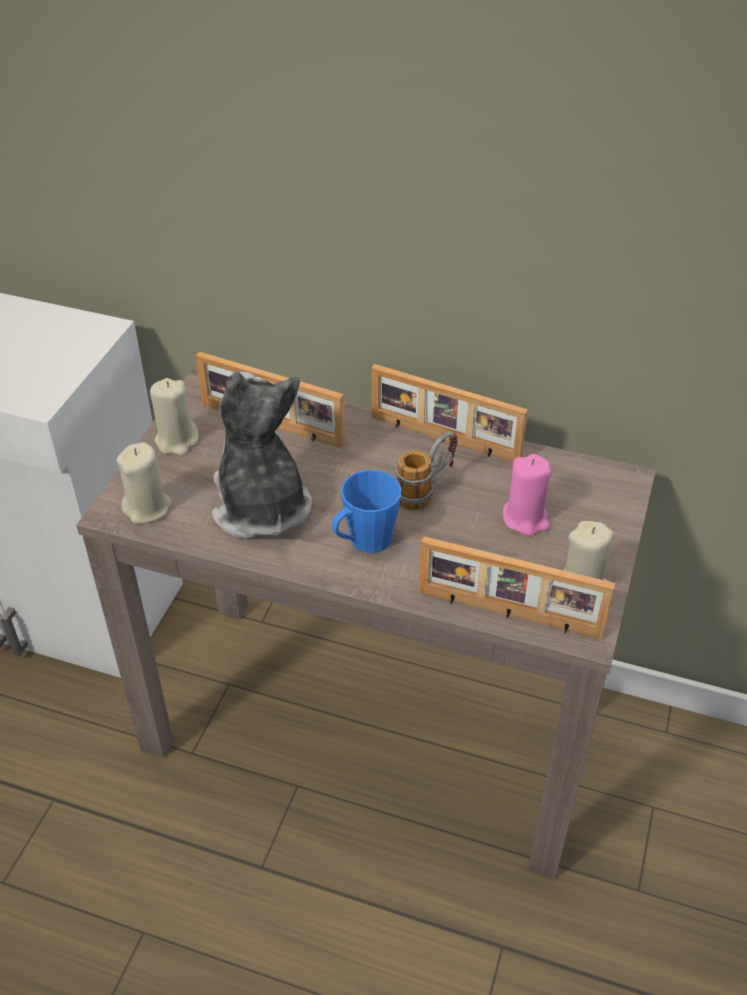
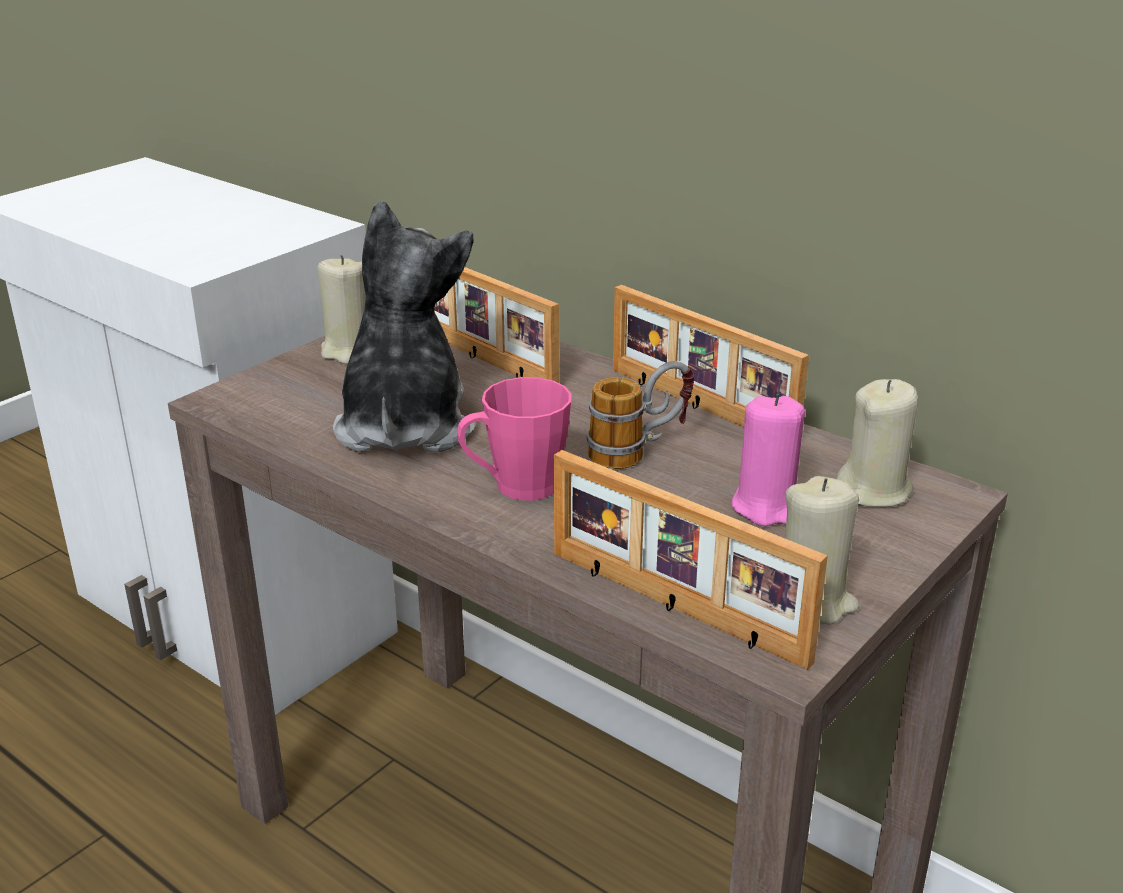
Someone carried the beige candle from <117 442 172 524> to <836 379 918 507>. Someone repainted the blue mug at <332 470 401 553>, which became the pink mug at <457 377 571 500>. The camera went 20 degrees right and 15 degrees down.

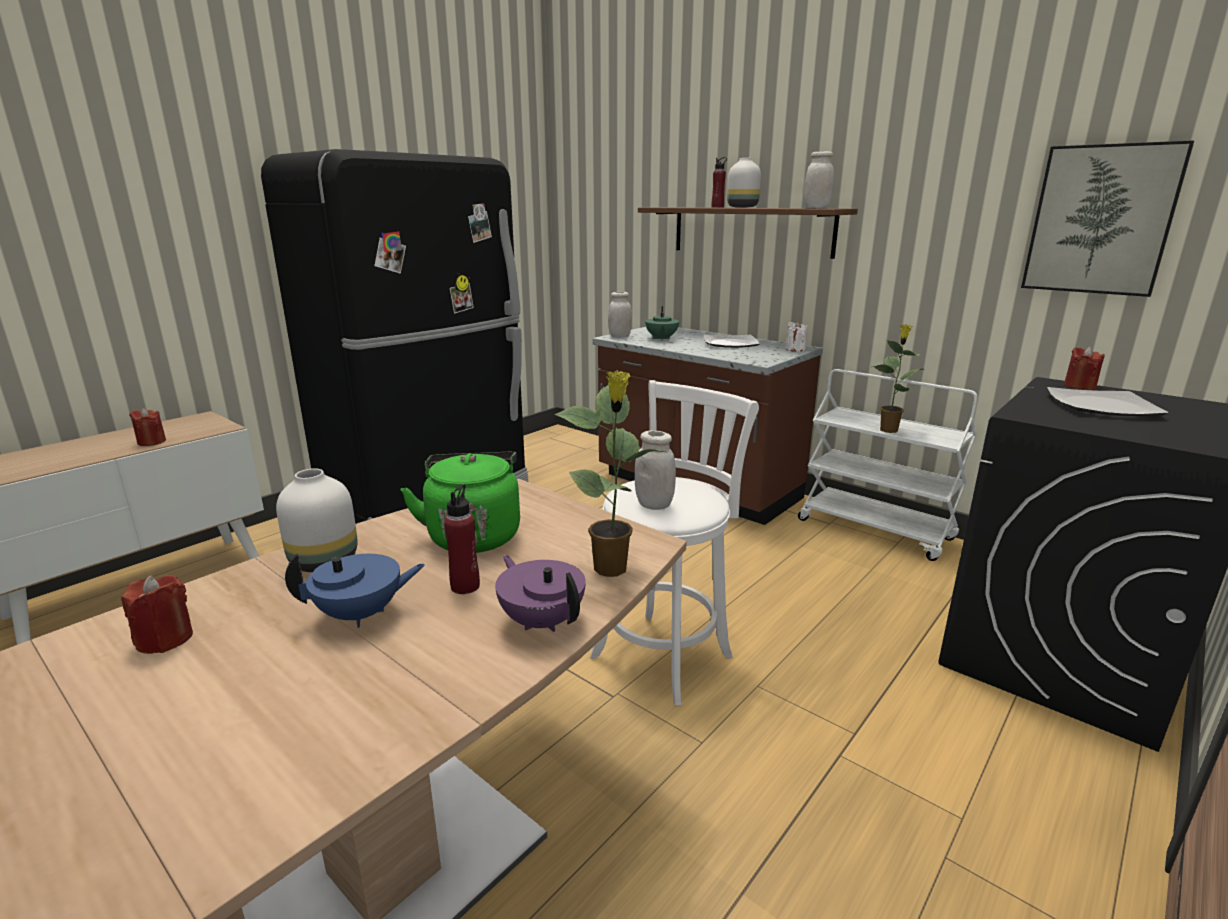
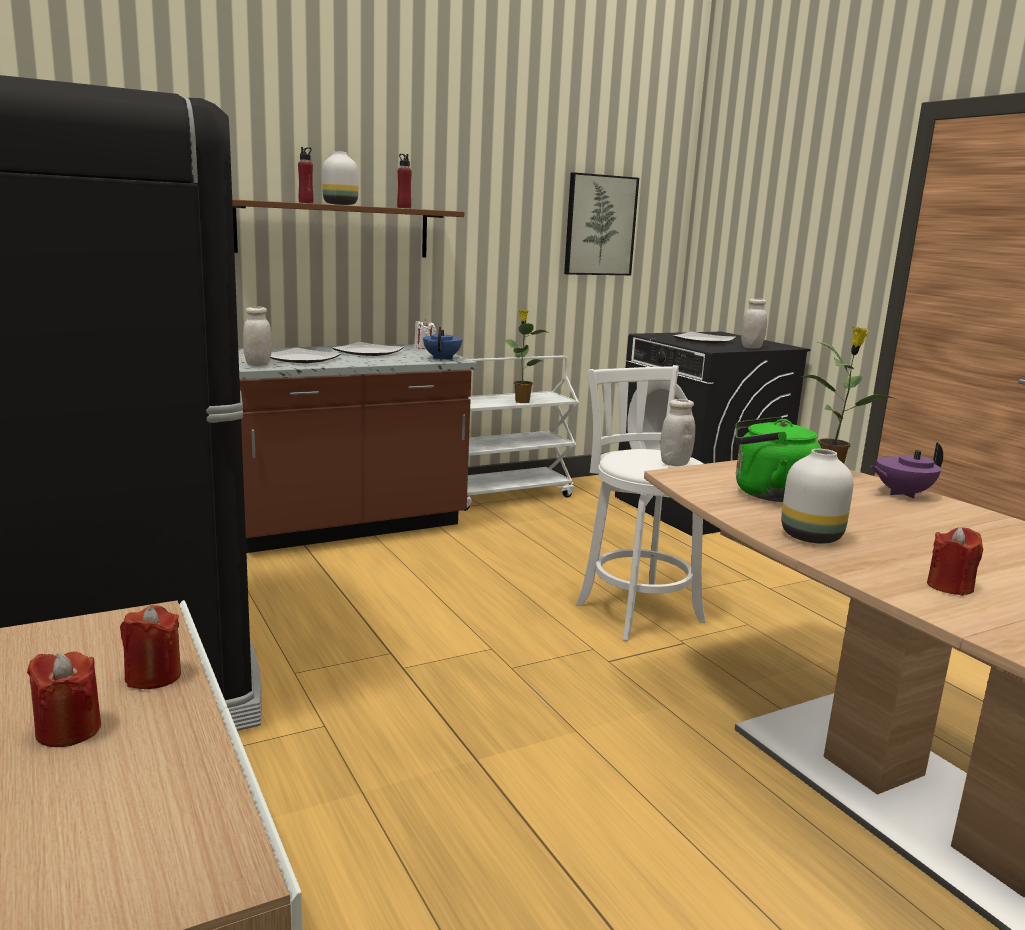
Someone carried the blue teapot from <285 553 425 628> to <423 327 462 360>. Someone carried the red bottle from <444 484 480 594> to <397 154 412 208>. Someone carried the white jar from <804 151 834 208> to <741 298 767 349>. Someone carried the red candle from <1064 346 1105 390> to <27 651 101 747>. Someone swapped the green teapot at <645 306 679 340> for the plate at <271 348 342 363>. The camera went 70 degrees left and 5 degrees down.

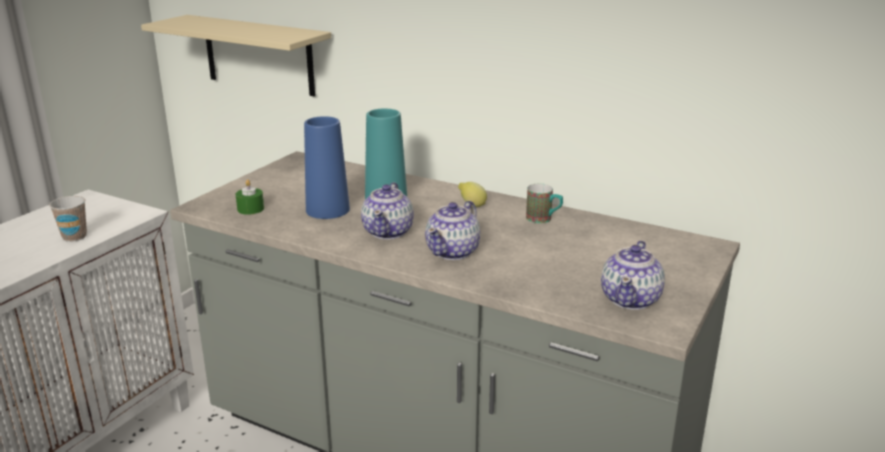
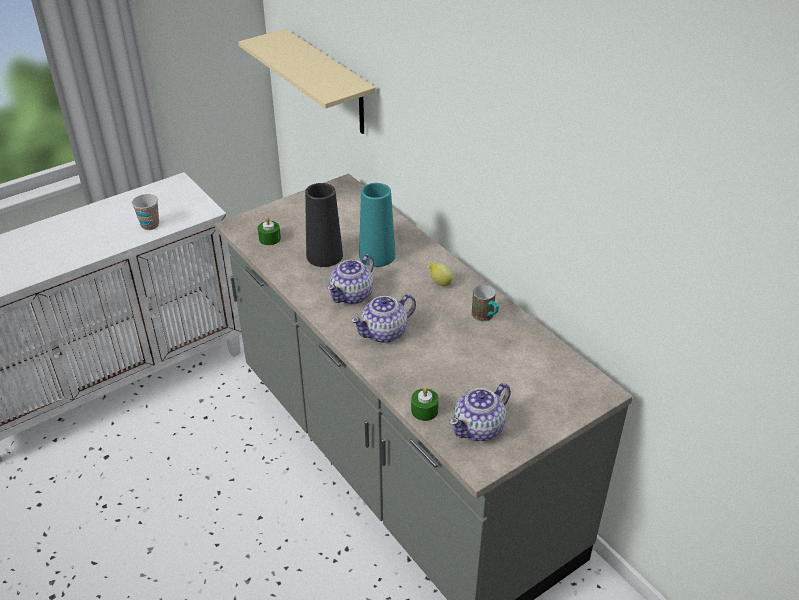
Someone put down the green candle at <411 387 439 421>. Someone repainted the blue vase at <304 116 350 219>, which became the black vase at <305 183 343 267>. The camera went 25 degrees right and 15 degrees up.

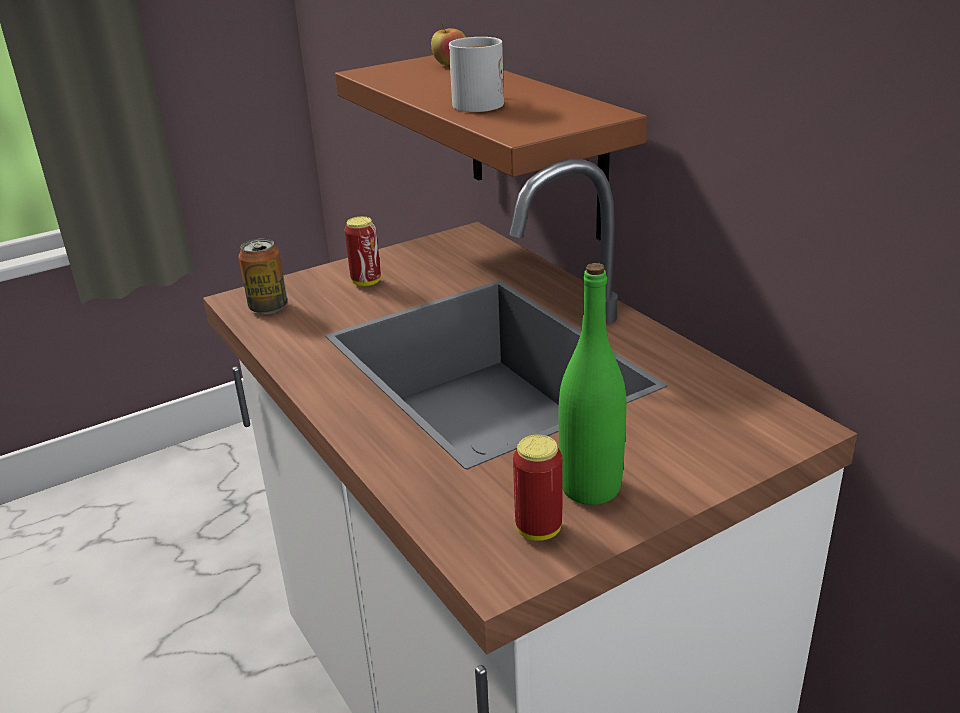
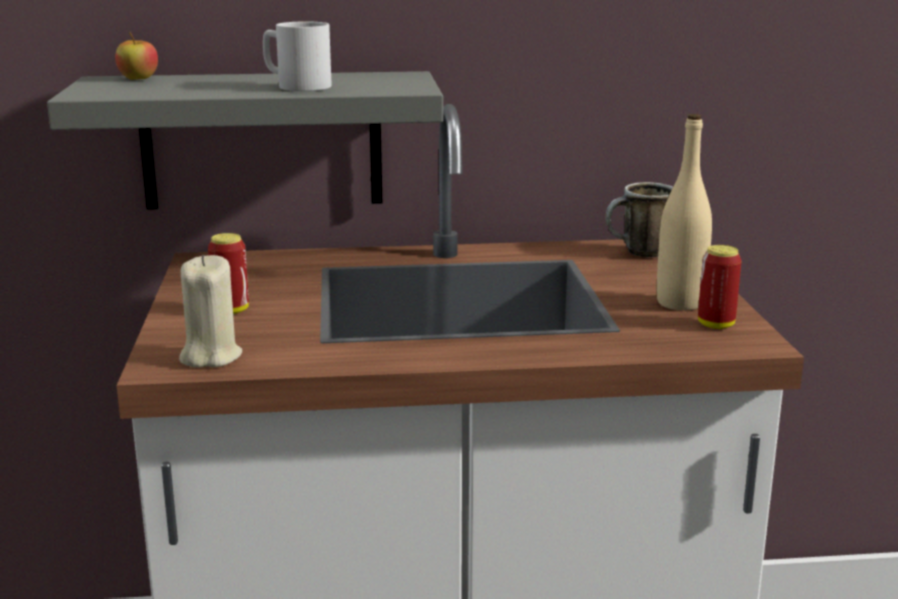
Someone put down the mug at <605 182 673 257>. Someone swapped the can at <239 238 288 314> for the beige candle at <179 255 242 368>. Someone repainted the brown shelf at <335 55 647 241>, which became the grey shelf at <47 71 443 210>. Someone repainted the green bottle at <559 263 626 505>, which became the beige bottle at <657 114 712 311>. The camera went 65 degrees left and 10 degrees down.

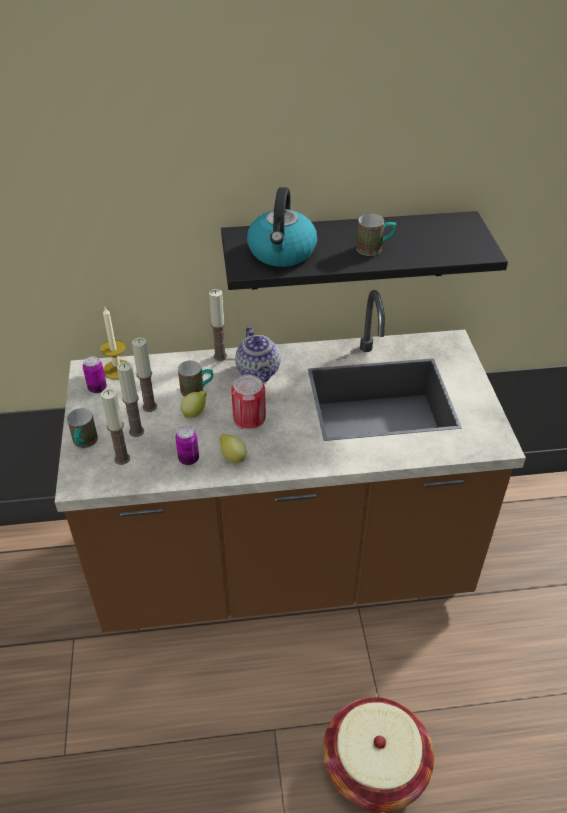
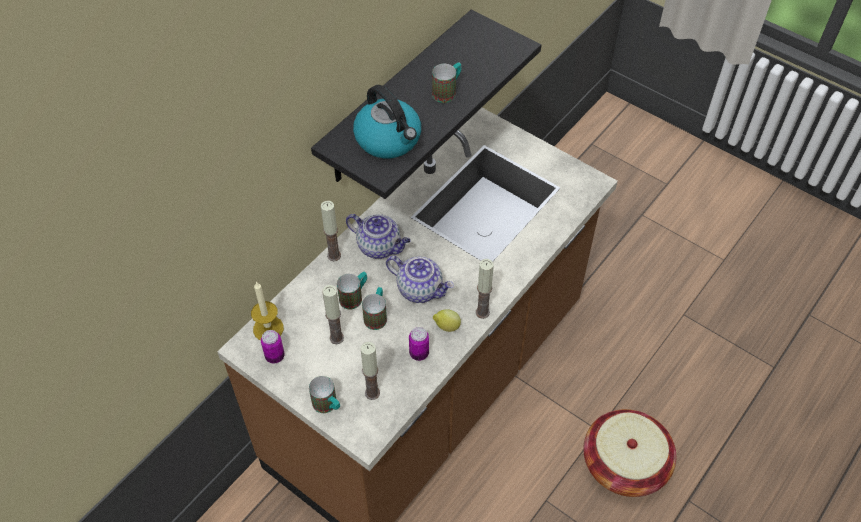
Someone carried the candle from <117 362 144 437> to <476 259 494 319>. Someone swapped the lemon at <180 391 207 418> for the mug at <362 287 387 330>. Someone swapped the can at <231 375 266 430> for the teapot at <386 256 454 303>. The camera went 45 degrees left and 10 degrees up.

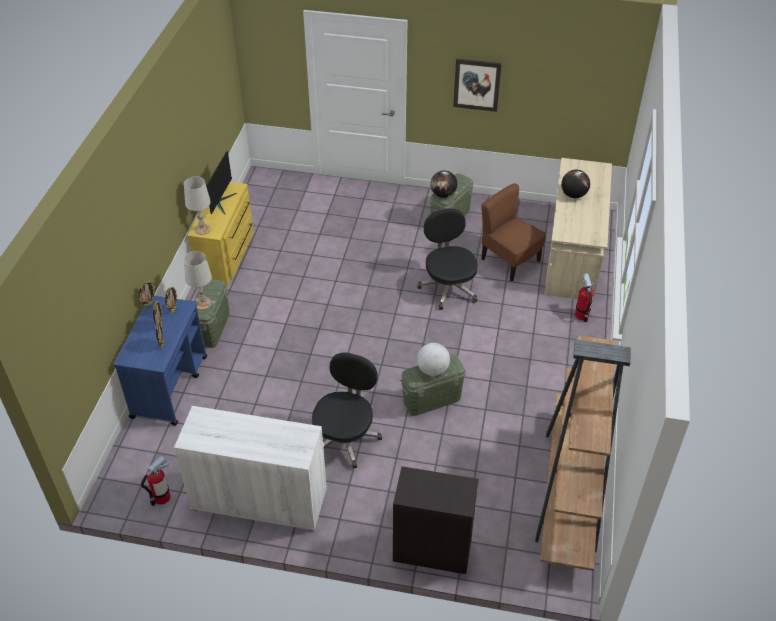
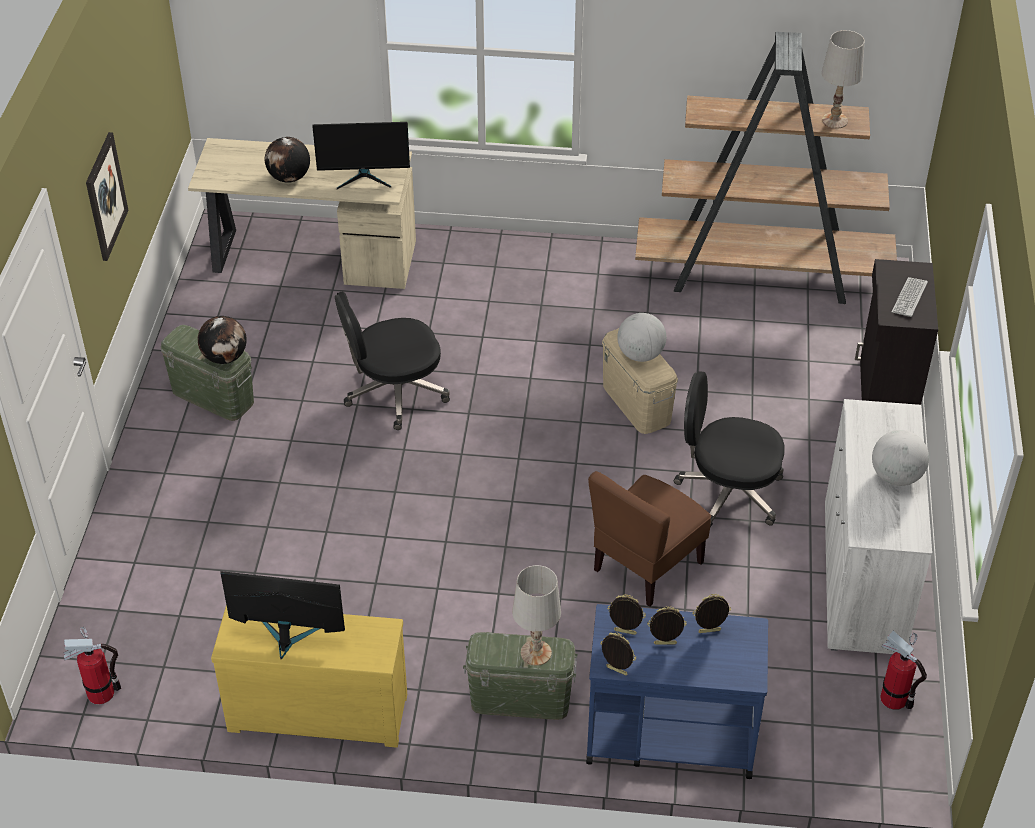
Someone put down the monitor at <312 122 410 189>. Someone put down the globe at <872 430 929 486>. Someone put down the keyboard at <892 277 928 317>. Someone carried the white table lamp from <184 176 211 235> to <822 30 865 129>. Someone carried the brown chair from <481 183 546 282> to <588 471 711 607>. Someone carried the fire extinguisher from <575 273 598 322> to <63 626 121 704>. Someone repainted the green storage box at <400 355 466 416>, which became the beige storage box at <602 328 678 434>. The camera went 95 degrees left and 0 degrees up.

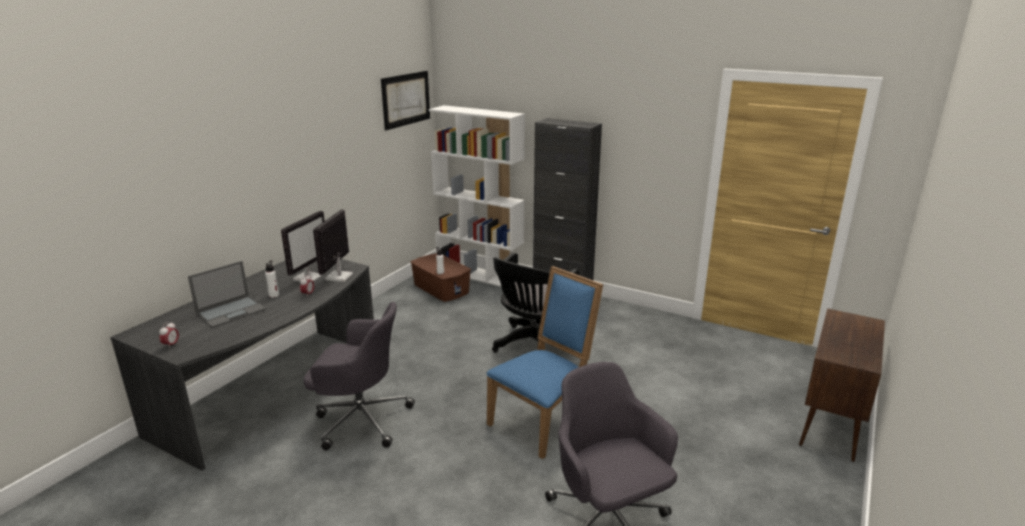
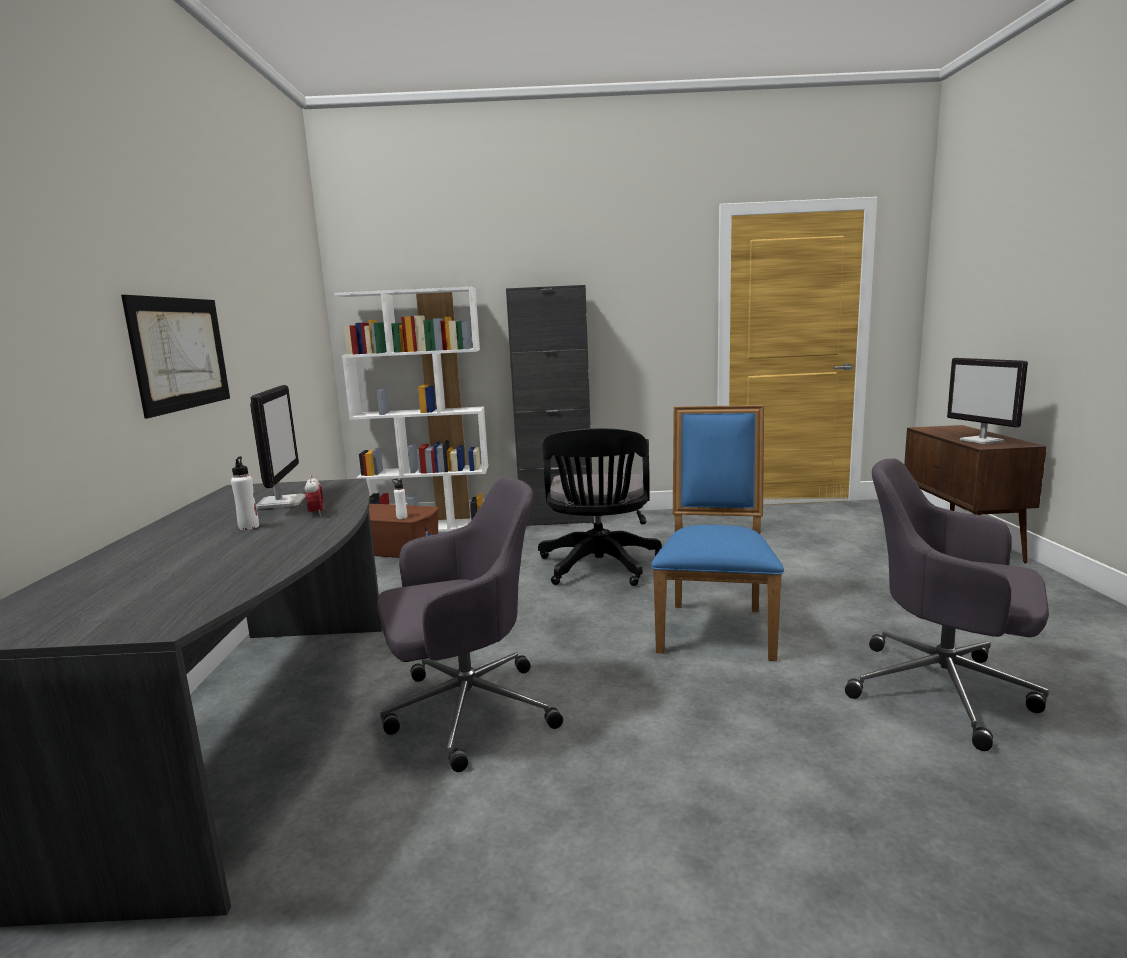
Someone took away the alarm clock at <159 322 179 349>. Someone took away the laptop at <188 261 266 328>. Someone carried the monitor from <313 209 353 282> to <947 358 1028 444>. Someone carried the picture from <381 71 430 131> to <121 295 230 419>. The camera went 30 degrees left and 10 degrees down.

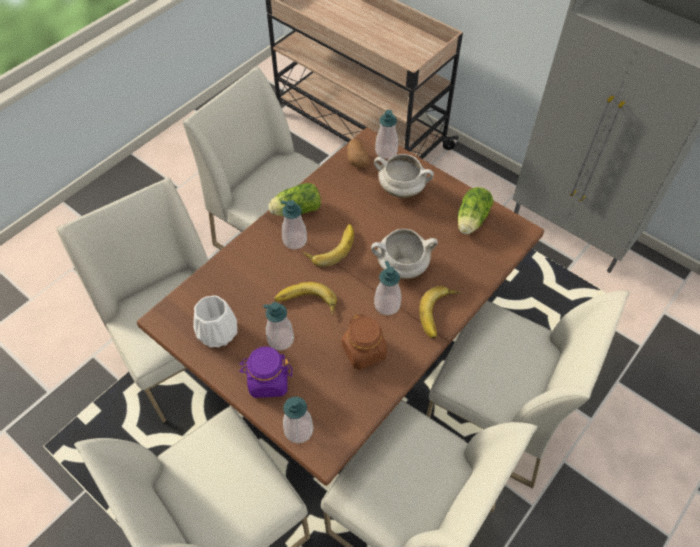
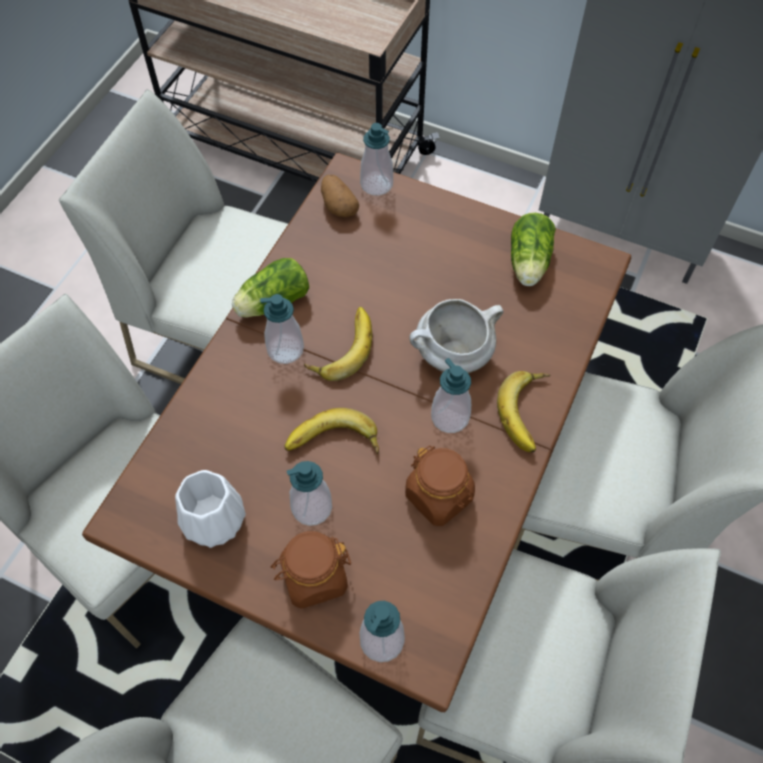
Someone took away the white cooking pot at <374 154 434 198>. Someone repainted the purple jar at <239 346 292 398>, which became the brown jar at <271 531 351 609>. The camera went 15 degrees left and 5 degrees up.

